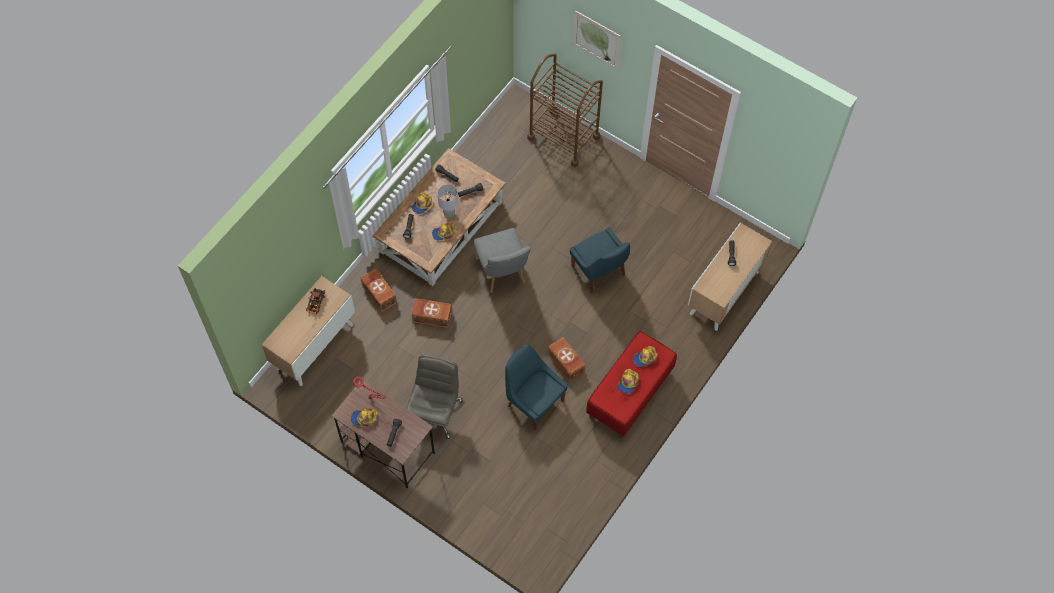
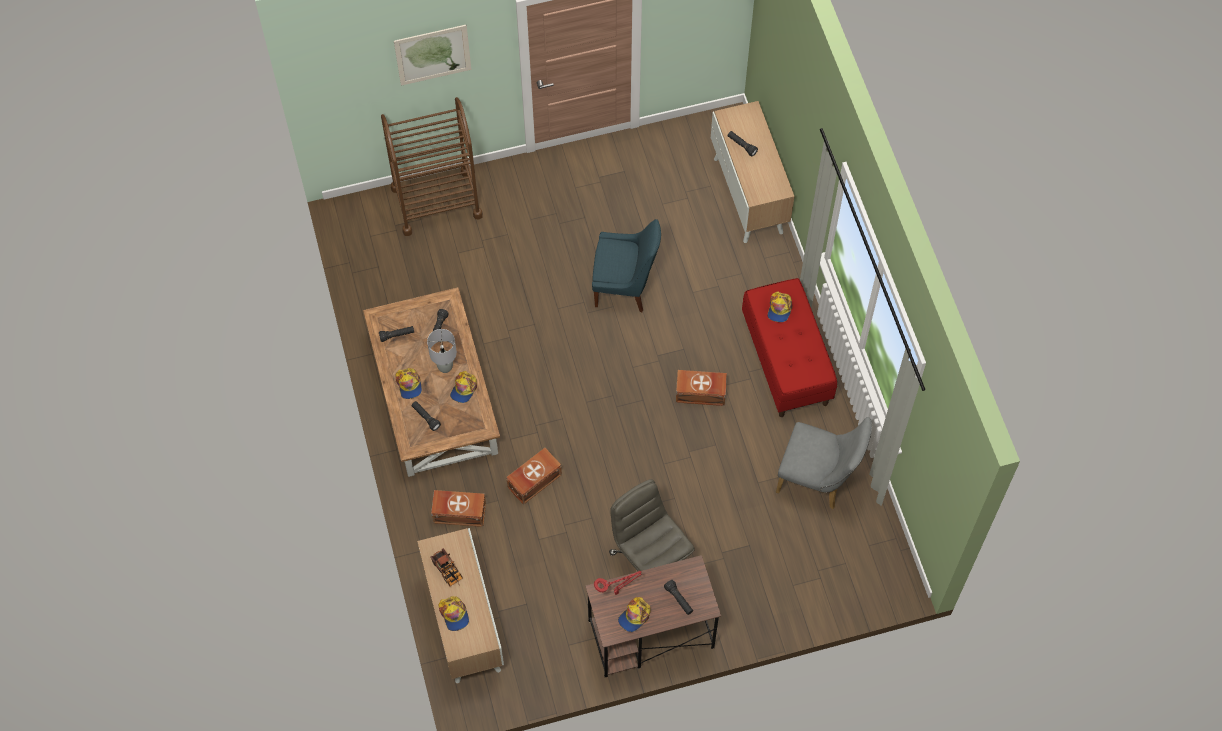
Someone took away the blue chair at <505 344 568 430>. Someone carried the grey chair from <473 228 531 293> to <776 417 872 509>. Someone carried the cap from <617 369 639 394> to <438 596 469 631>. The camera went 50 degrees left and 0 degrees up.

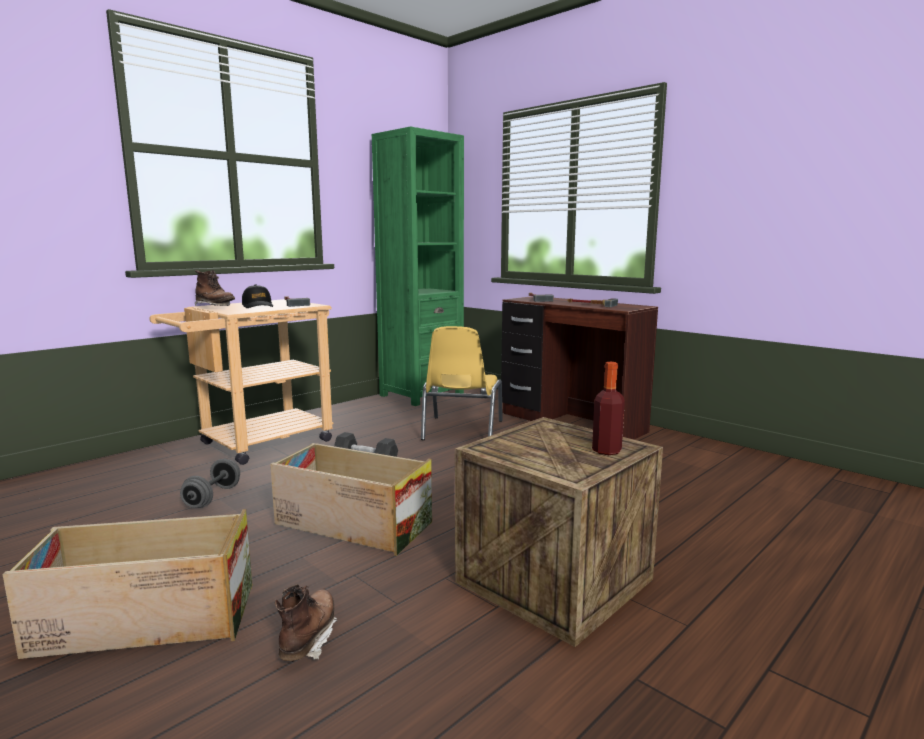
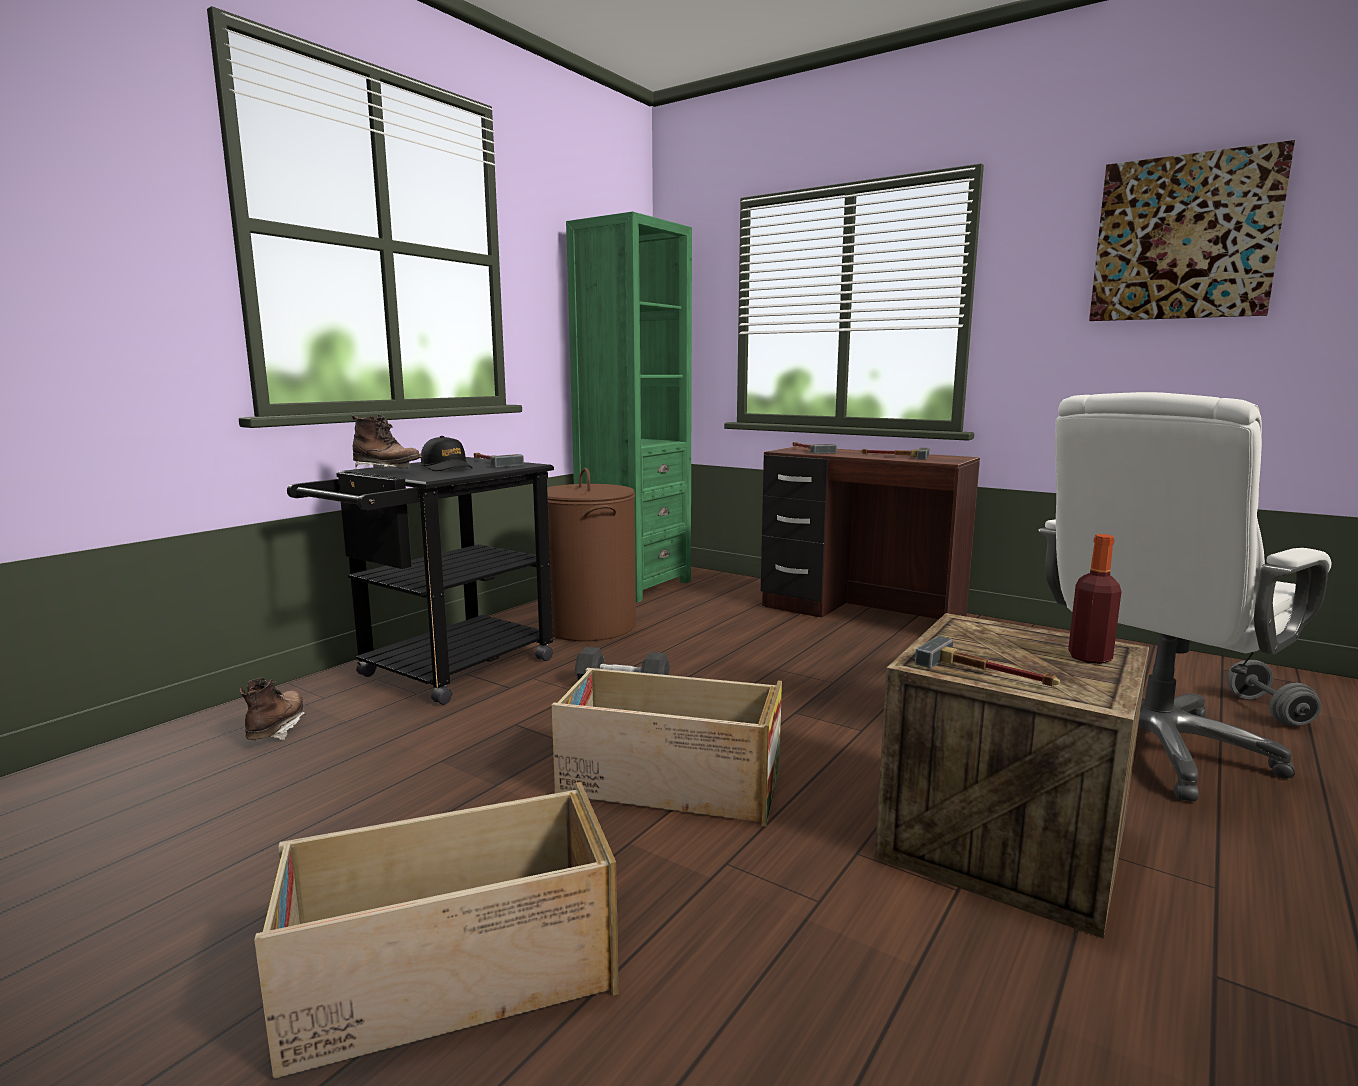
Someone took away the yellow chair at <421 326 503 440>. Someone put down the brown laundry basket at <547 468 636 641>. Someone put down the hammer at <915 636 1060 686>. Someone put down the white office chair at <1038 392 1331 802>. Someone put up the picture at <1089 140 1295 321>. Someone carried the grey dumbbell from <180 459 240 508> to <1227 660 1321 726>. Someone carried the brown boot from <275 584 338 661> to <239 678 305 741>. Someone repainted the beige cart at <149 299 334 465>, which became the black cart at <287 457 554 705>. The camera went 10 degrees left and 0 degrees up.

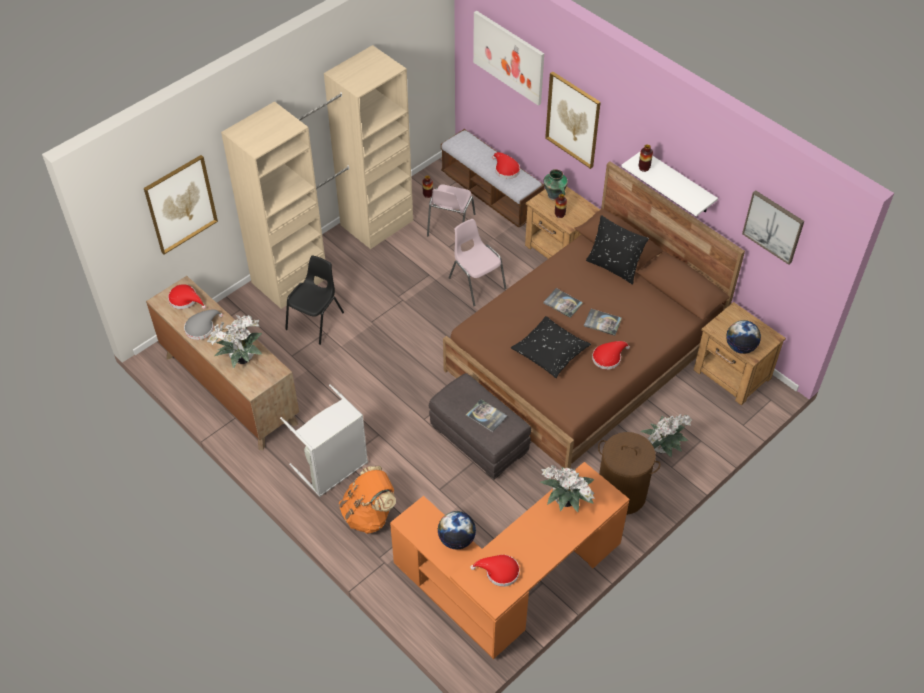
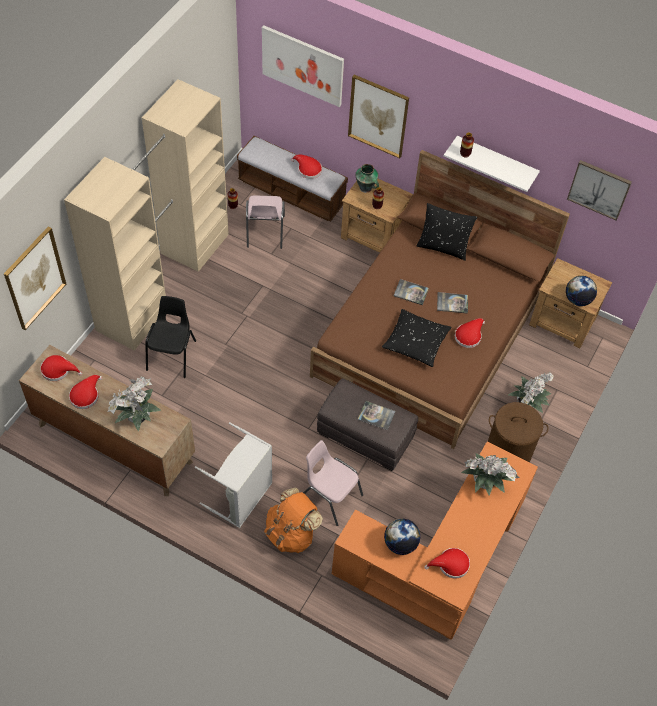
Someone carried the pink chair from <449 219 507 306> to <303 440 363 526>. Someone repainted the grey hat at <184 310 223 340>, which became the red hat at <69 375 102 409>. The camera went 20 degrees left and 5 degrees up.

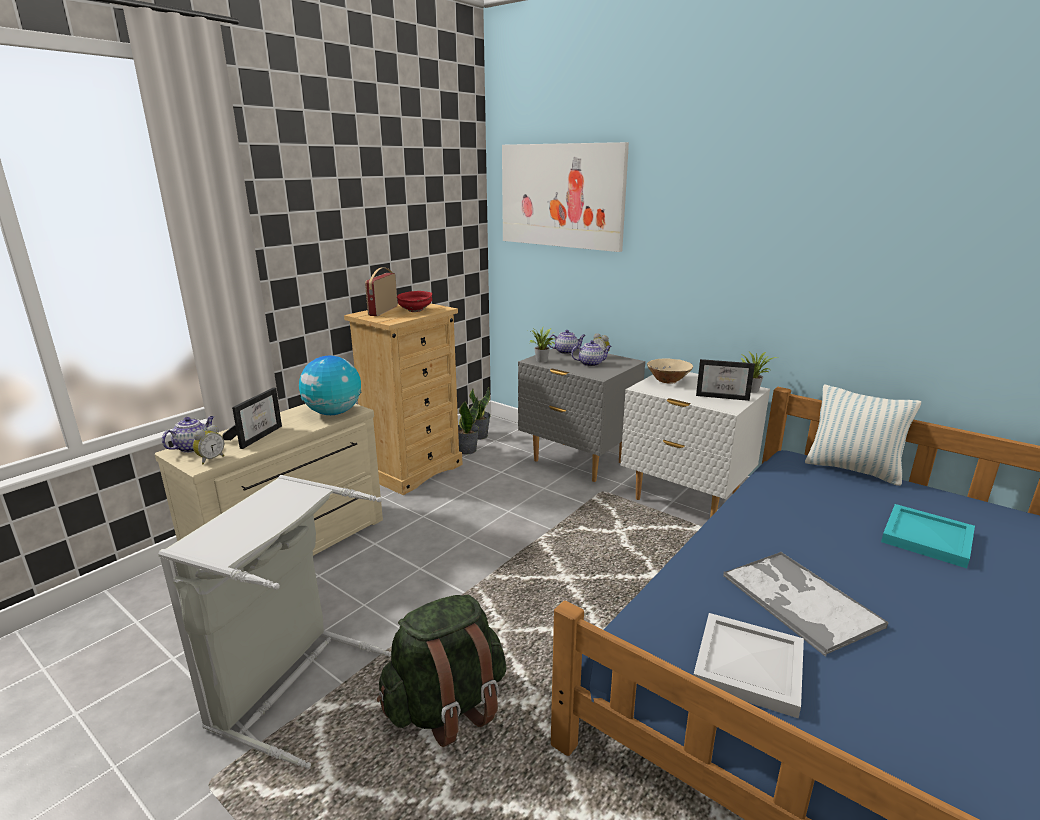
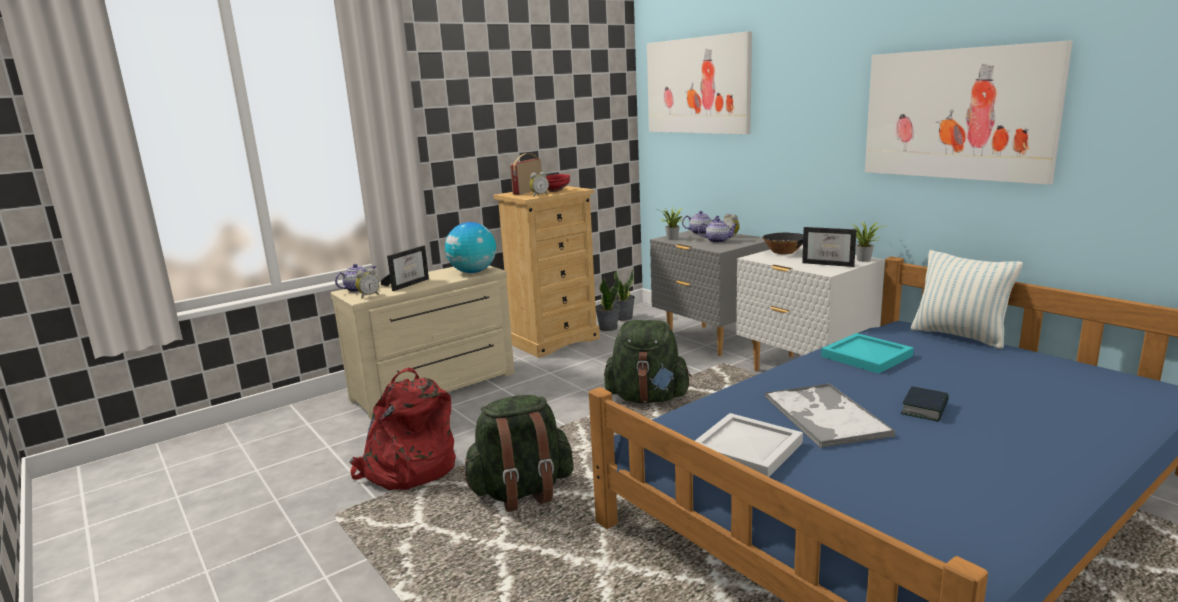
Someone put down the alarm clock at <529 172 549 197>. Someone put down the green backpack at <604 320 692 403>. Someone put up the picture at <865 41 1073 185>. Someone put down the book at <901 386 949 422>. Someone carried the turquoise tray from <881 504 975 568> to <821 333 914 374>. Someone swapped the grey laundry basket at <158 475 391 769> for the red backpack at <349 367 456 490>. Someone repainted the beige bowl at <647 358 693 384>, which became the black bowl at <762 233 803 255>. The camera went 15 degrees right and 5 degrees down.

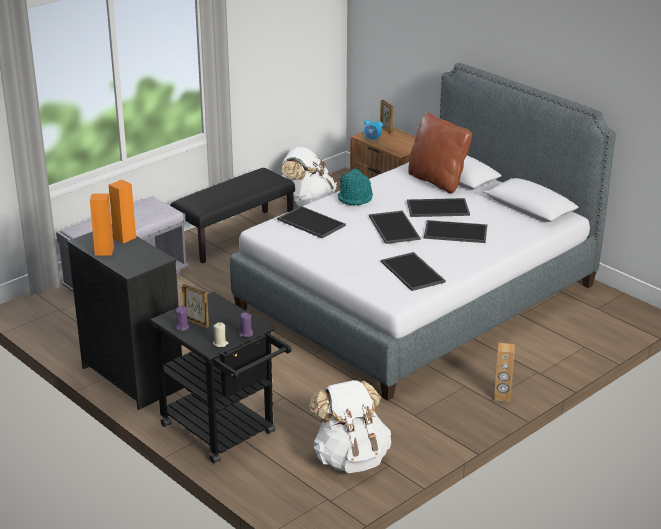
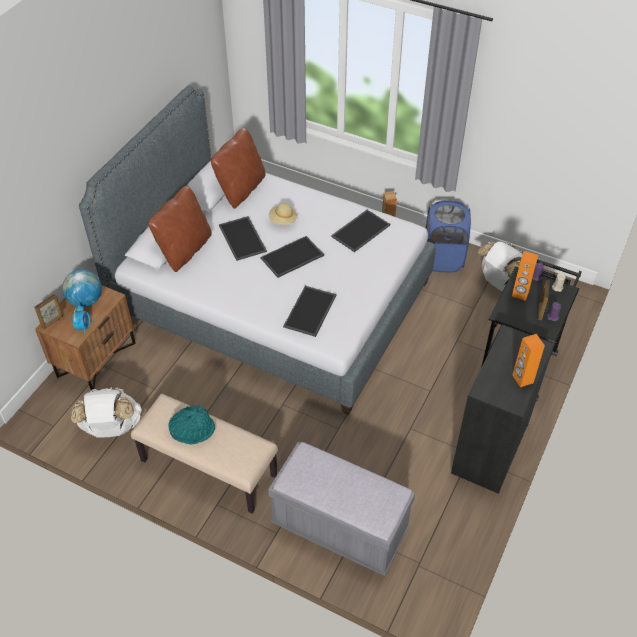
Someone put down the globe at <62 269 102 307>. Someone put down the brown pillow at <211 127 266 209>. Someone put down the blue laundry basket at <426 201 471 272>. Someone carried the orange speaker from <109 180 136 243> to <512 251 538 301>. Someone carried the turquoise hat from <338 169 373 205> to <168 405 215 445>. Someone swapped the tray at <424 220 487 243> for the beige hat at <269 203 297 225>. Someone repainted the black bench at <170 168 295 263>, which became the beige bench at <131 394 278 514>. The camera went 110 degrees left and 20 degrees up.

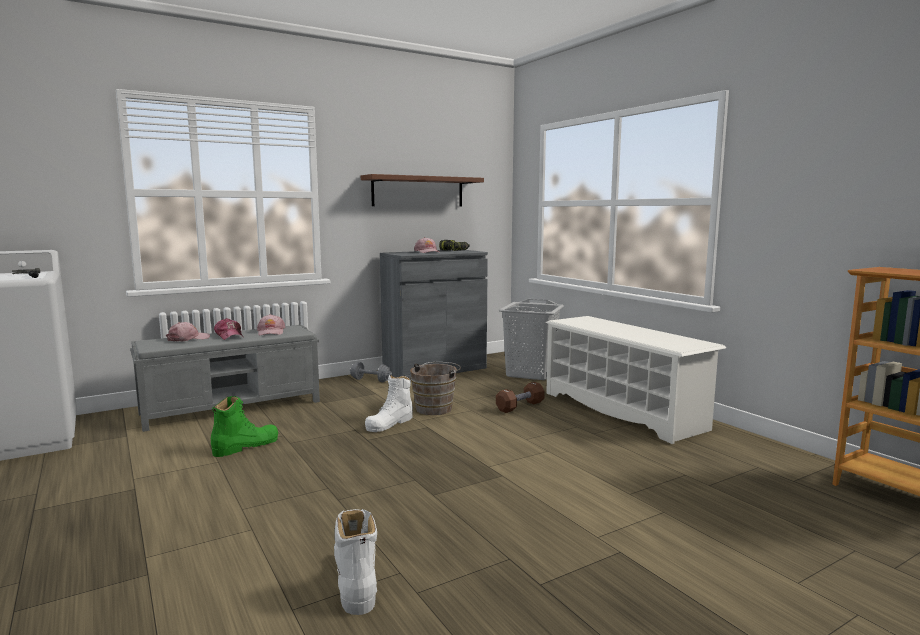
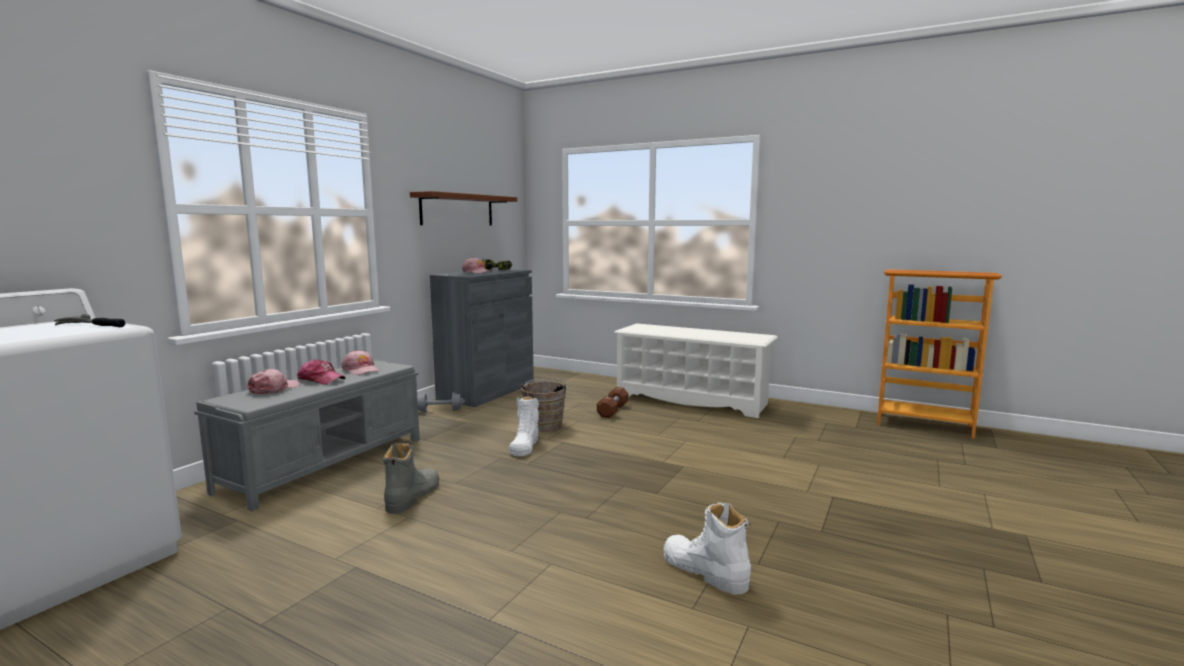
Someone took away the grey laundry basket at <498 299 564 380>. Someone repainted the green boot at <211 396 278 457>, which became the grey boot at <383 442 439 514>. The camera went 30 degrees left and 0 degrees up.

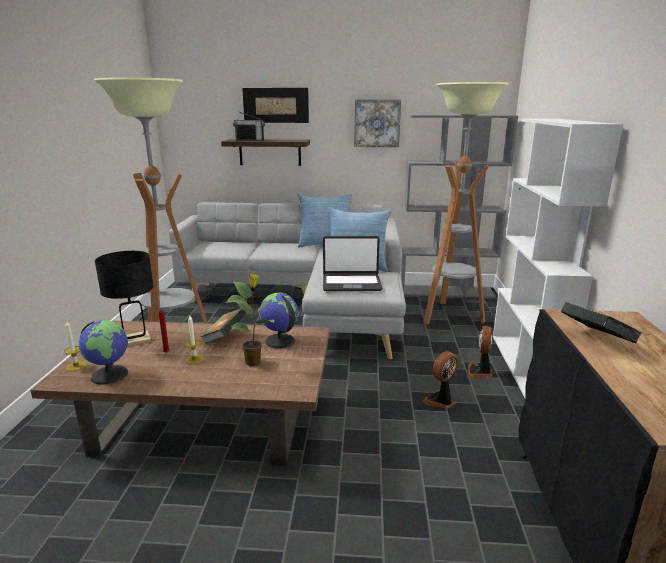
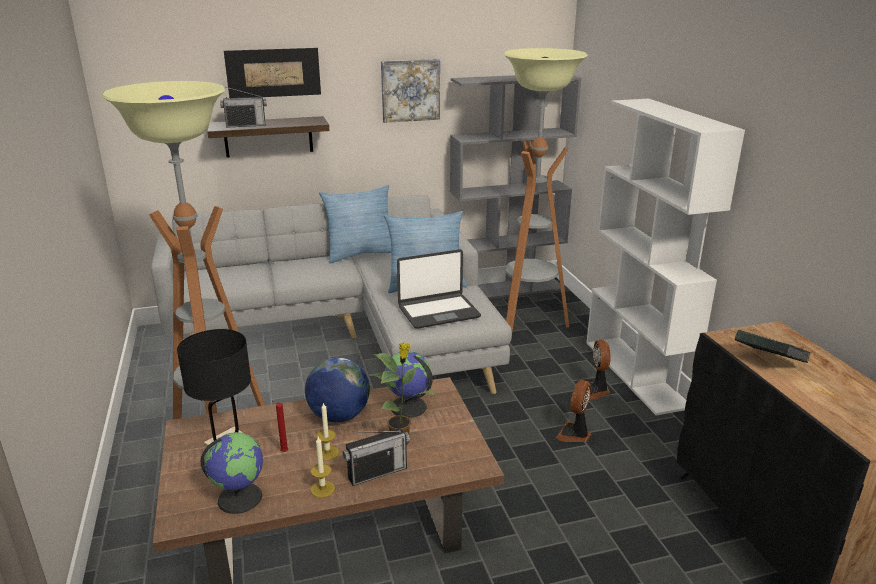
Someone put down the radio at <343 428 410 486>. Someone carried the candle from <64 321 87 371> to <311 437 335 498>. Someone swapped the book at <201 308 246 344> for the globe at <305 357 370 422>. The camera went 20 degrees left and 5 degrees up.

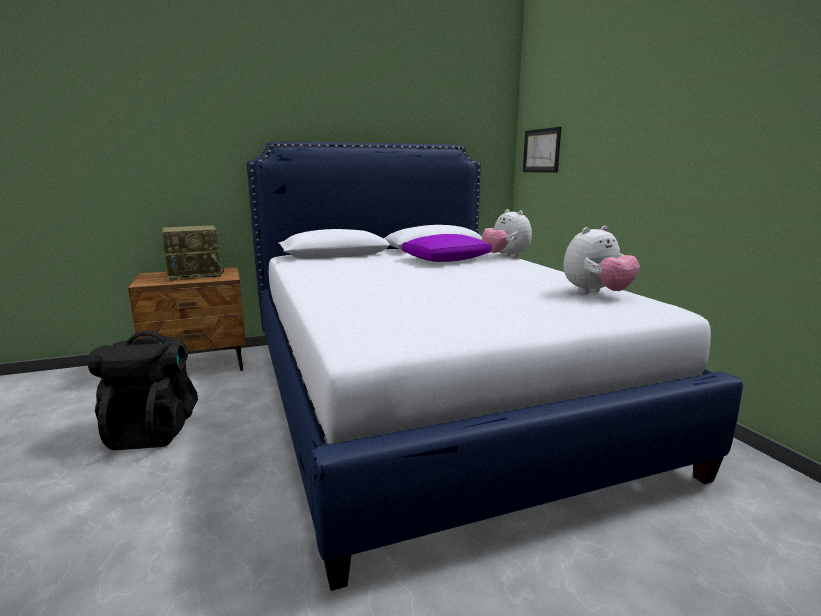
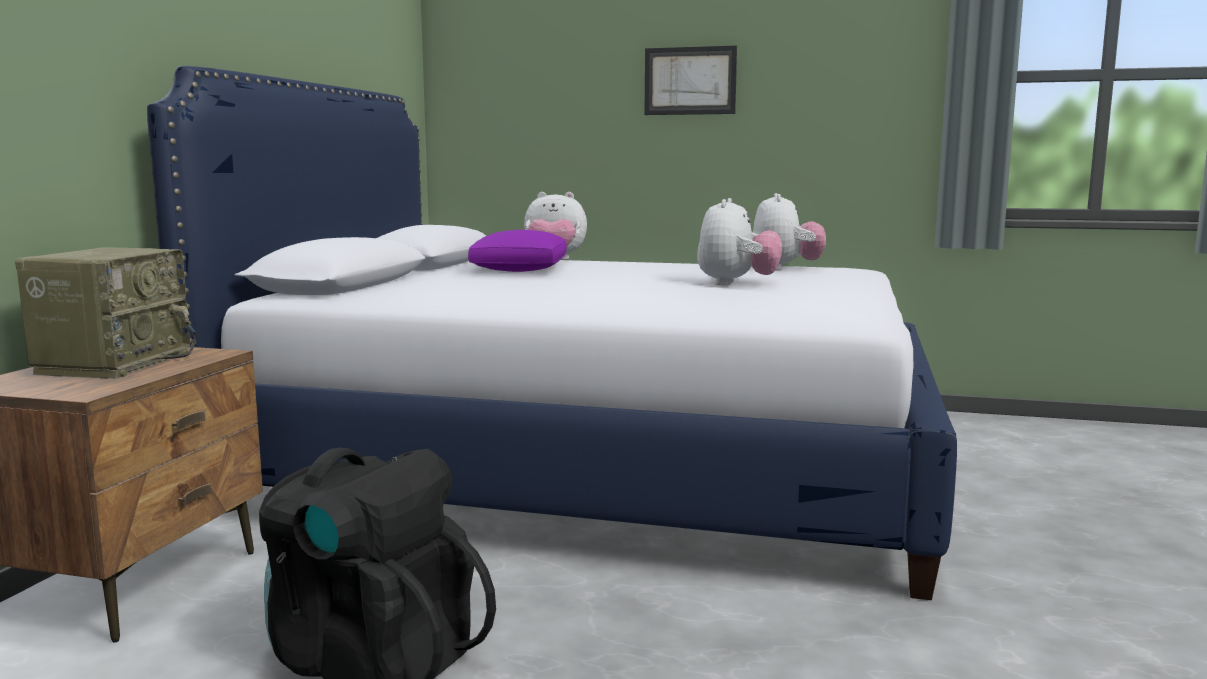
Someone put down the plush toy at <697 198 782 285>. Someone carried the picture from <523 127 561 173> to <645 45 737 115>. The camera went 55 degrees left and 5 degrees down.

